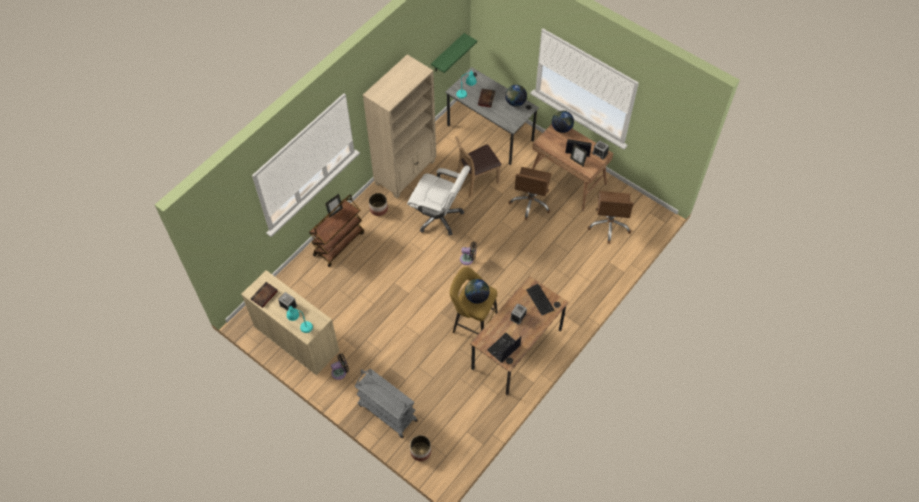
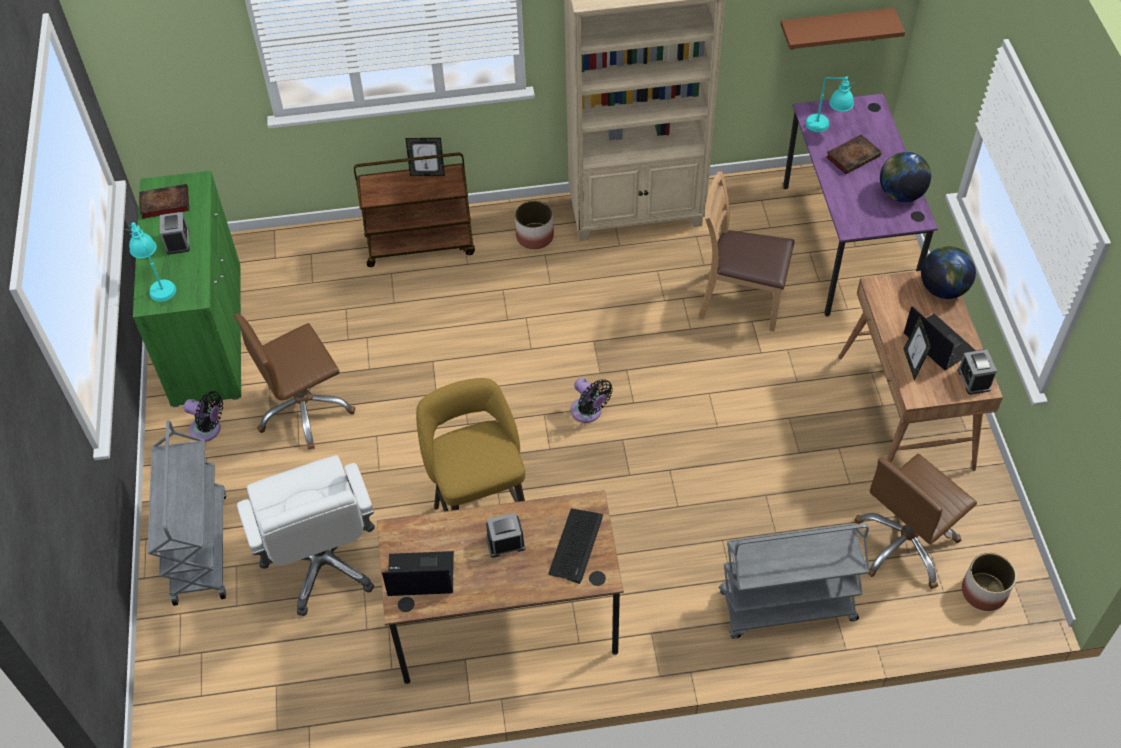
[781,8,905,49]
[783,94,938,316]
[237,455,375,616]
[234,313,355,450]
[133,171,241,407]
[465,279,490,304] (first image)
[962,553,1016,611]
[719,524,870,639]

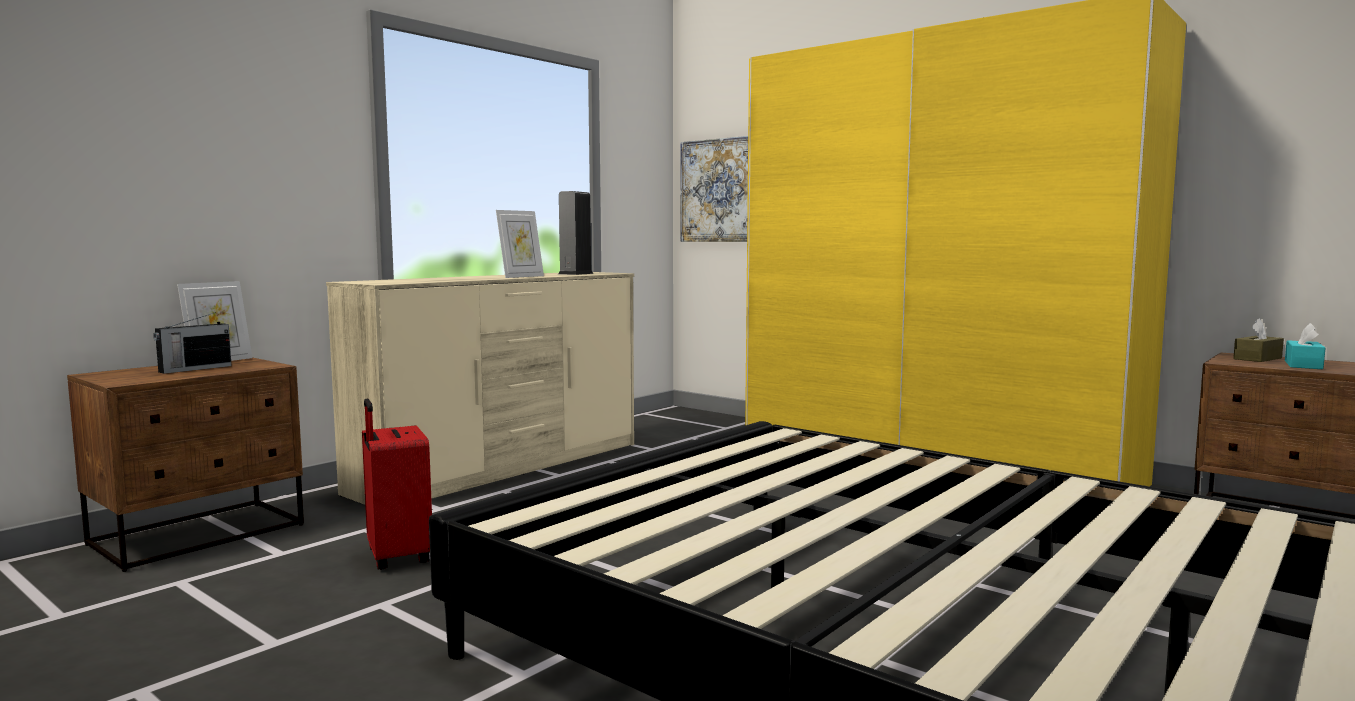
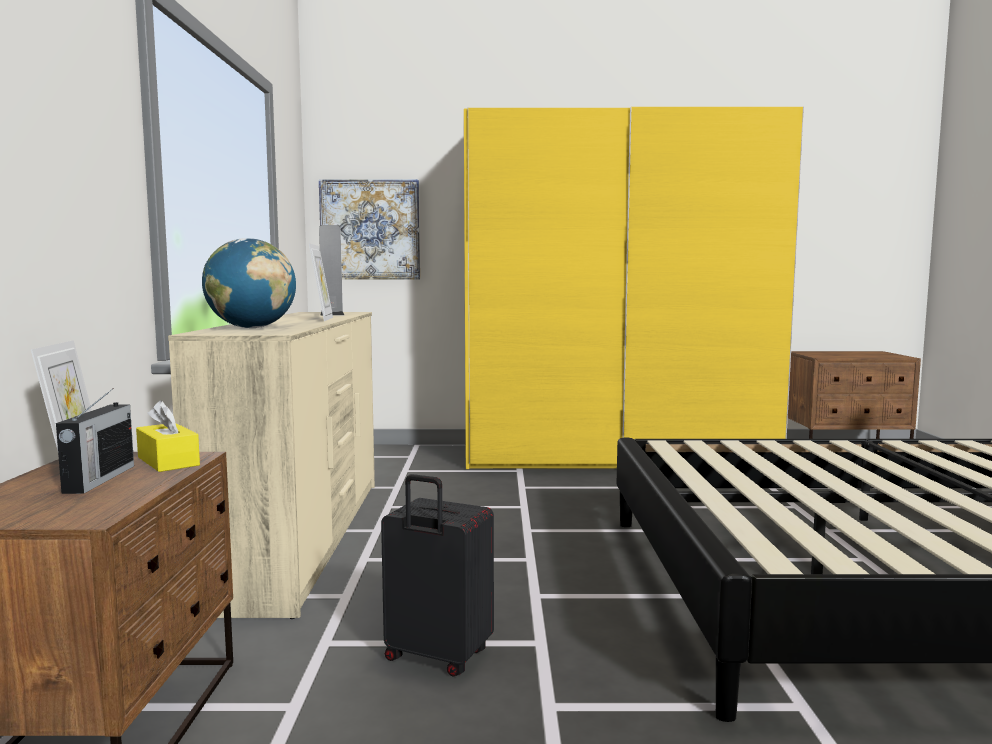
[1233,319,1284,362] (first image)
[1285,323,1326,369] (first image)
[381,474,494,677]
[202,238,296,328]
[136,400,200,472]

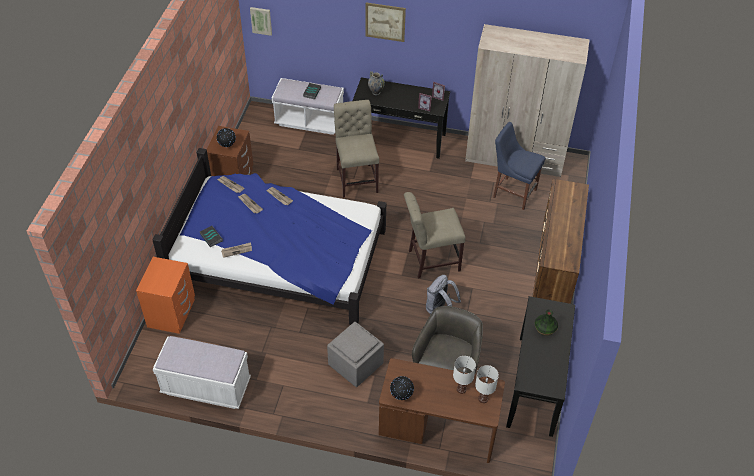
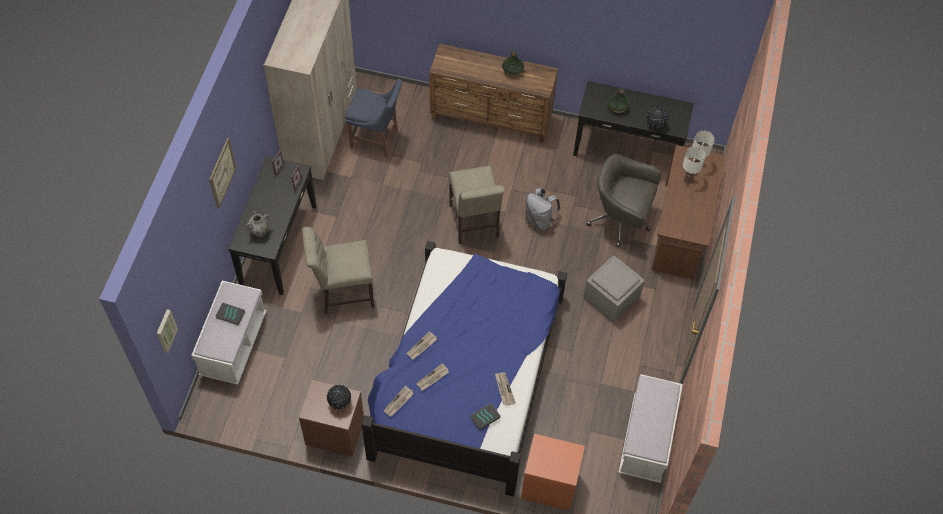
[345,79,402,157]
[647,107,668,129]
[502,51,524,77]

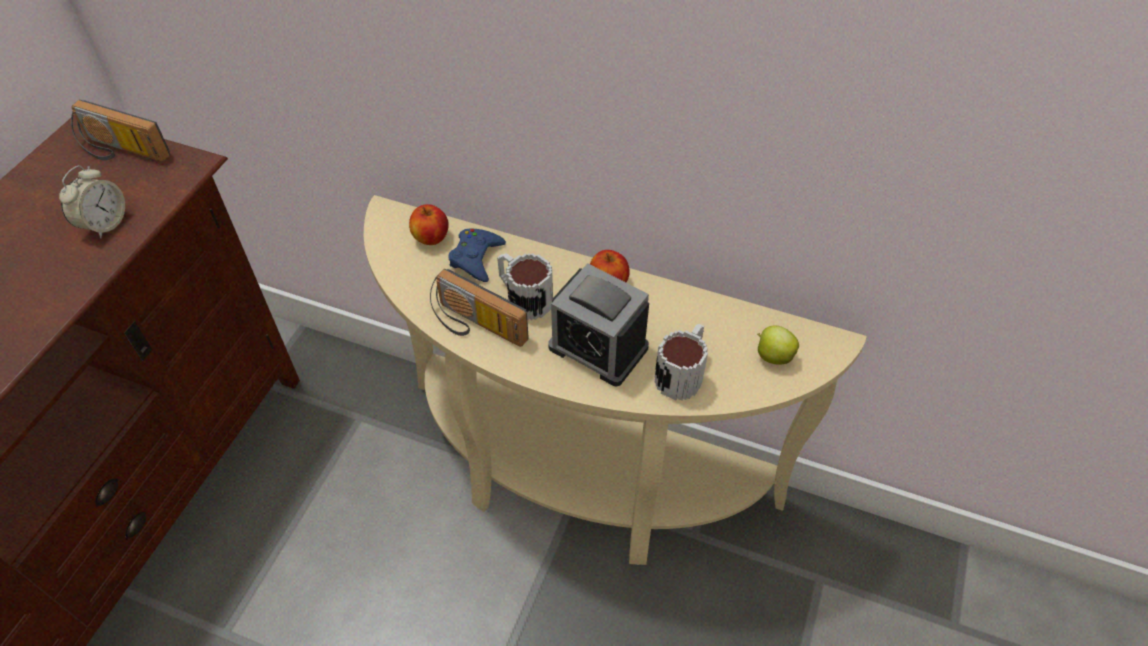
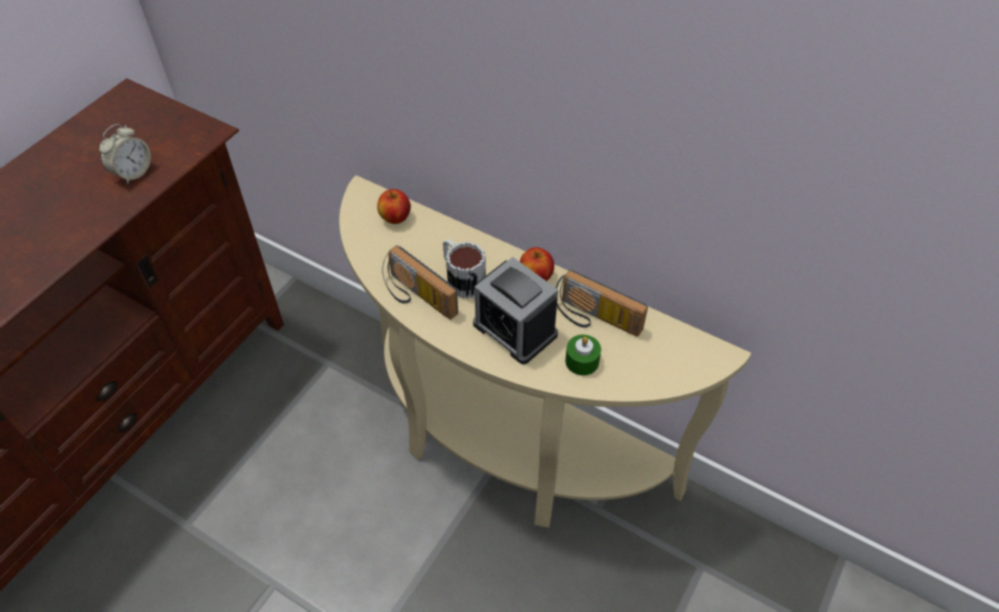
[556,270,648,336]
[448,229,506,282] (first image)
[565,335,601,375]
[757,326,799,365] (first image)

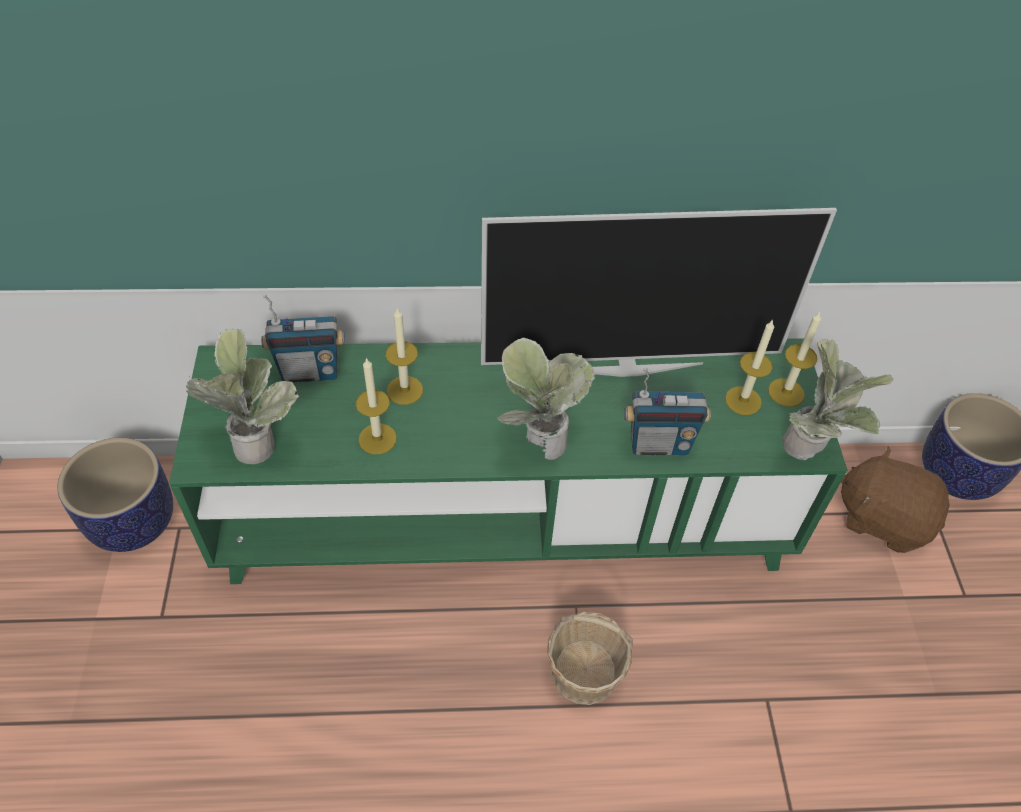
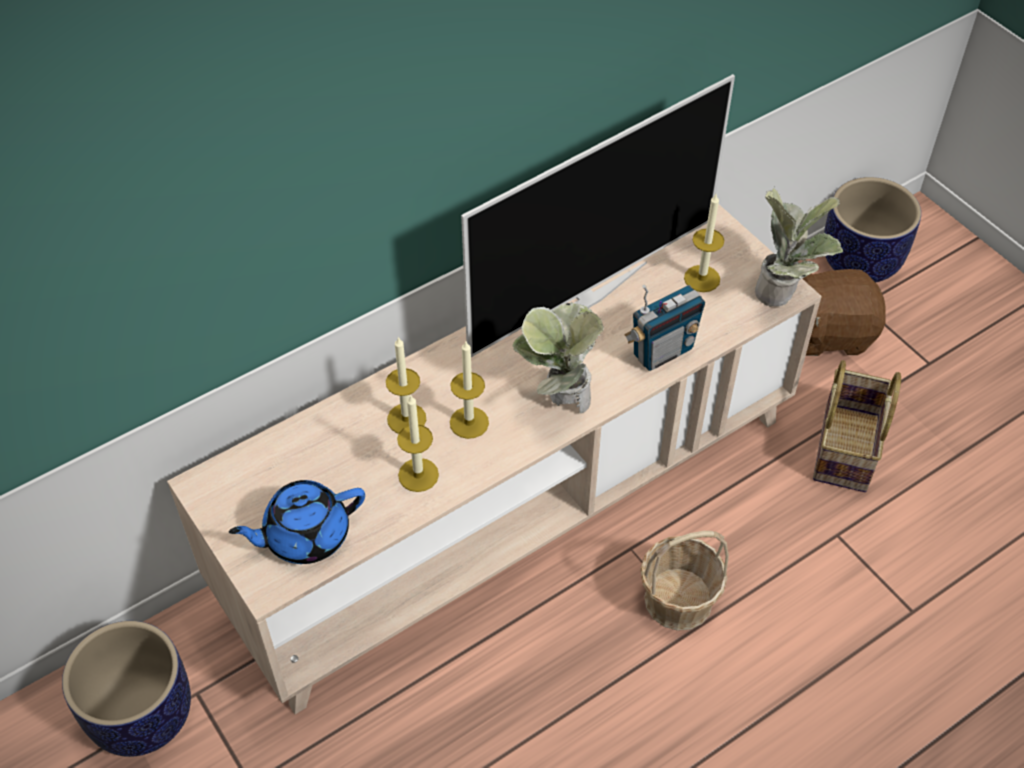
[261,294,345,383] (first image)
[450,341,489,439]
[229,480,365,564]
[167,204,822,714]
[813,360,901,492]

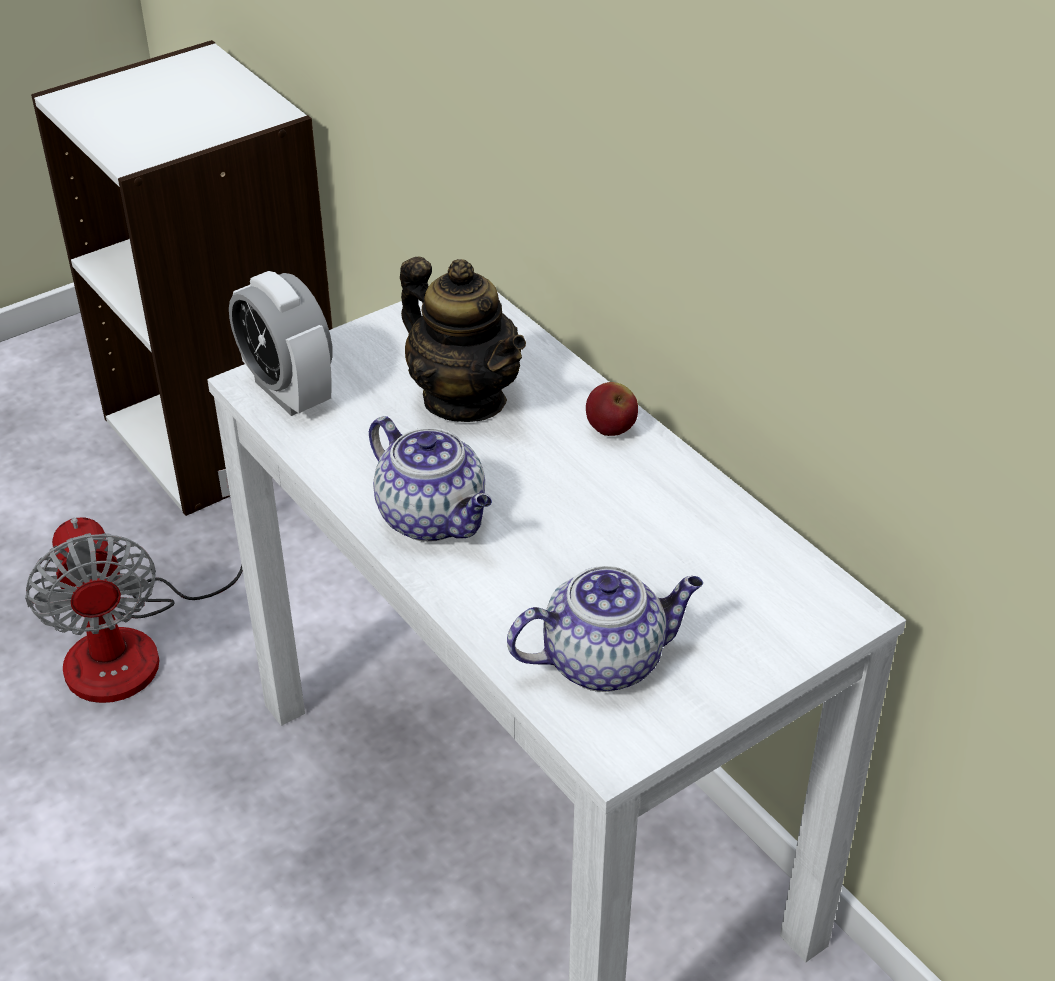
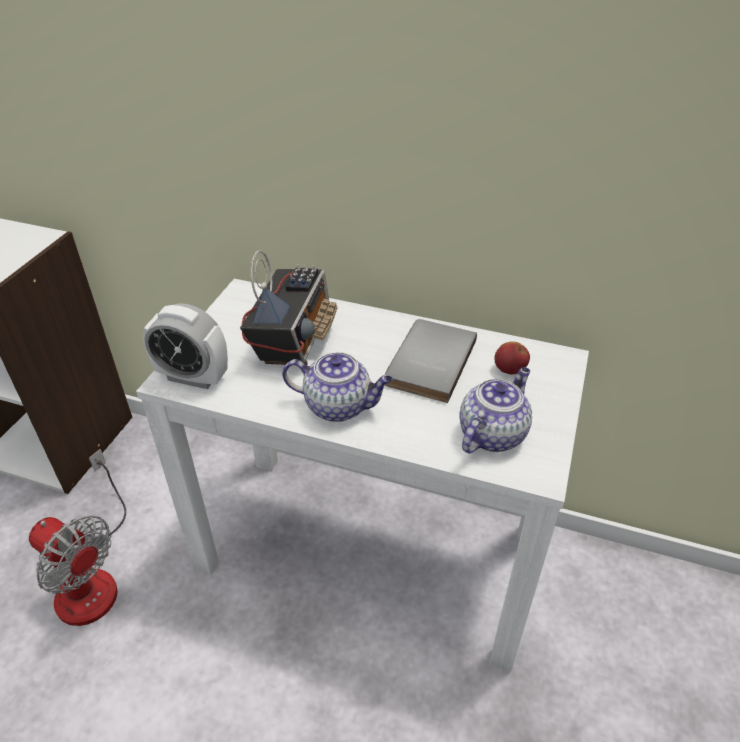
[240,250,337,365]
[495,341,530,374]
[385,319,477,403]

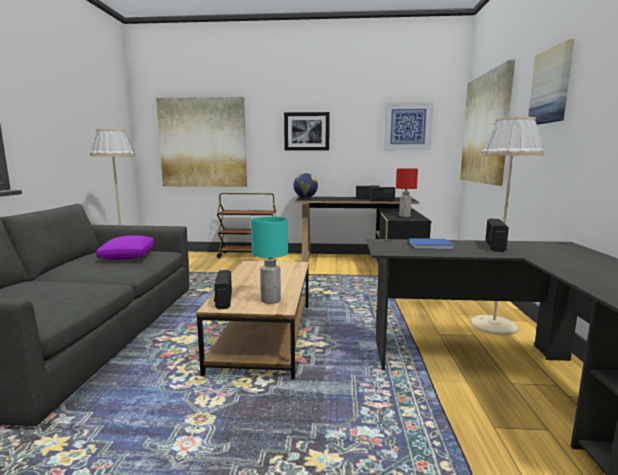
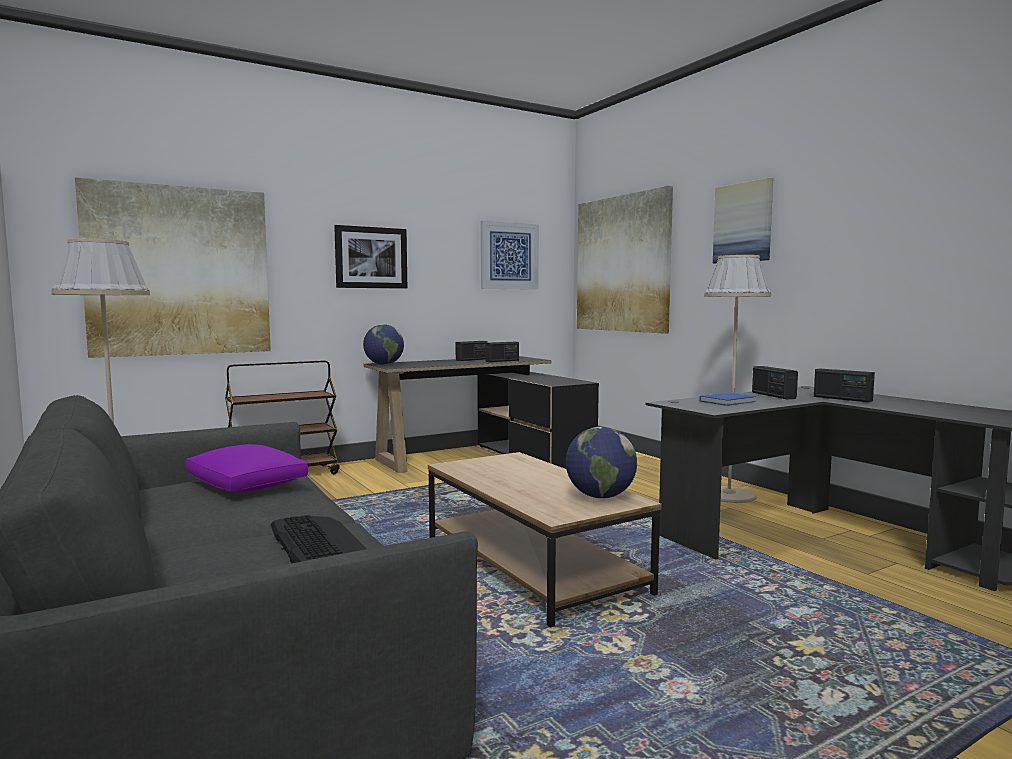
[396,168,418,217] (first image)
[566,427,637,498]
[814,368,875,402]
[271,515,366,563]

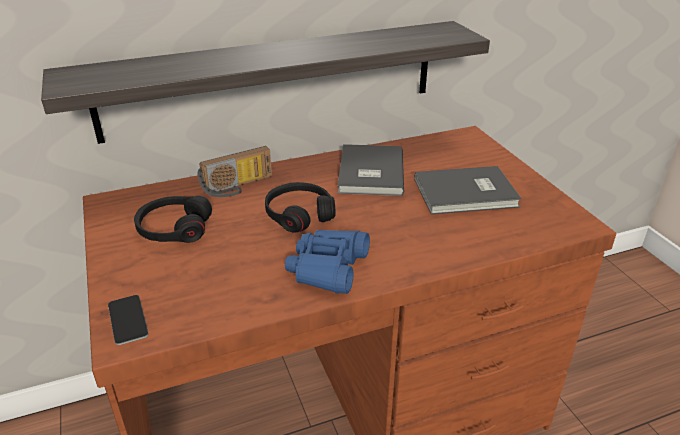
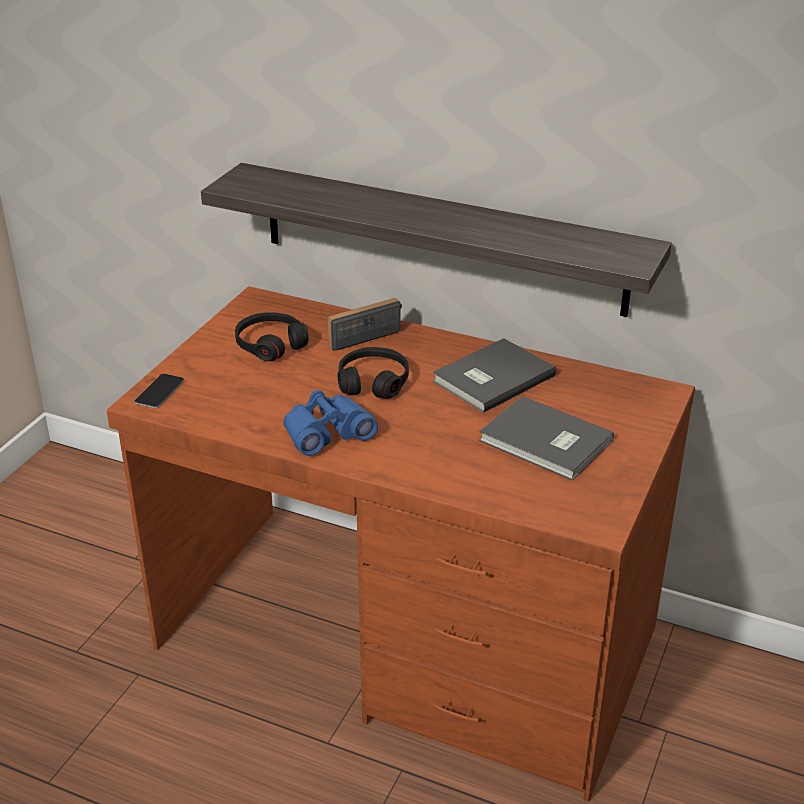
[328,298,402,351]

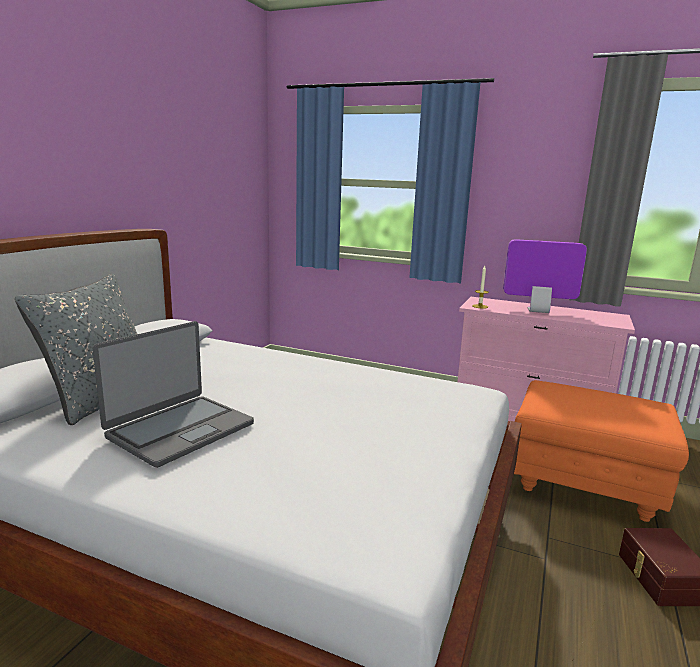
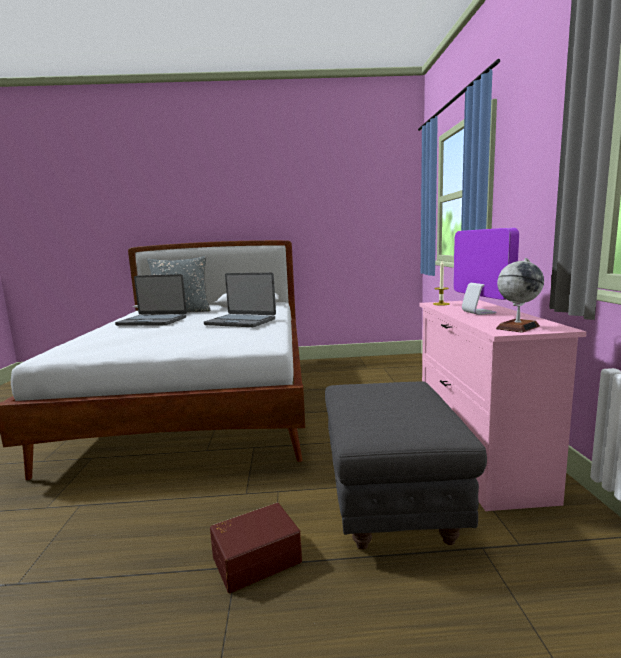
[325,381,487,550]
[496,258,544,333]
[204,273,276,327]

